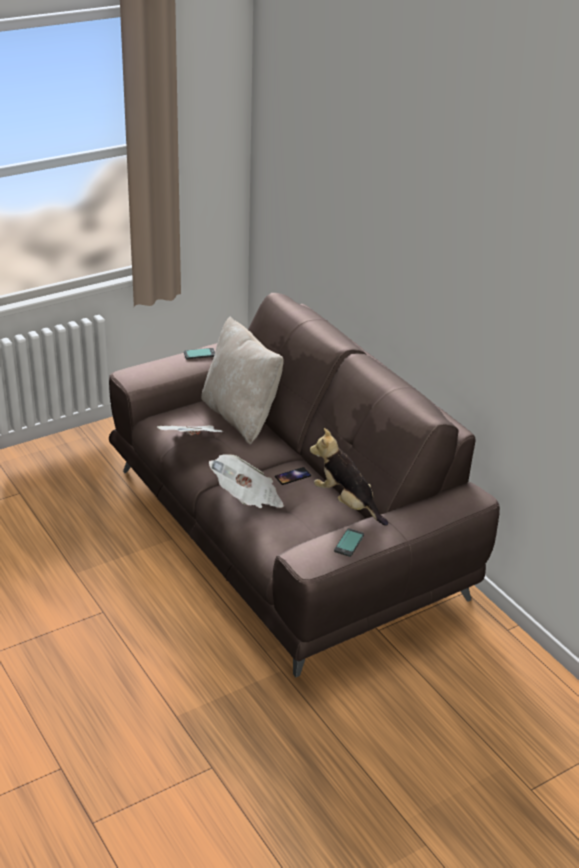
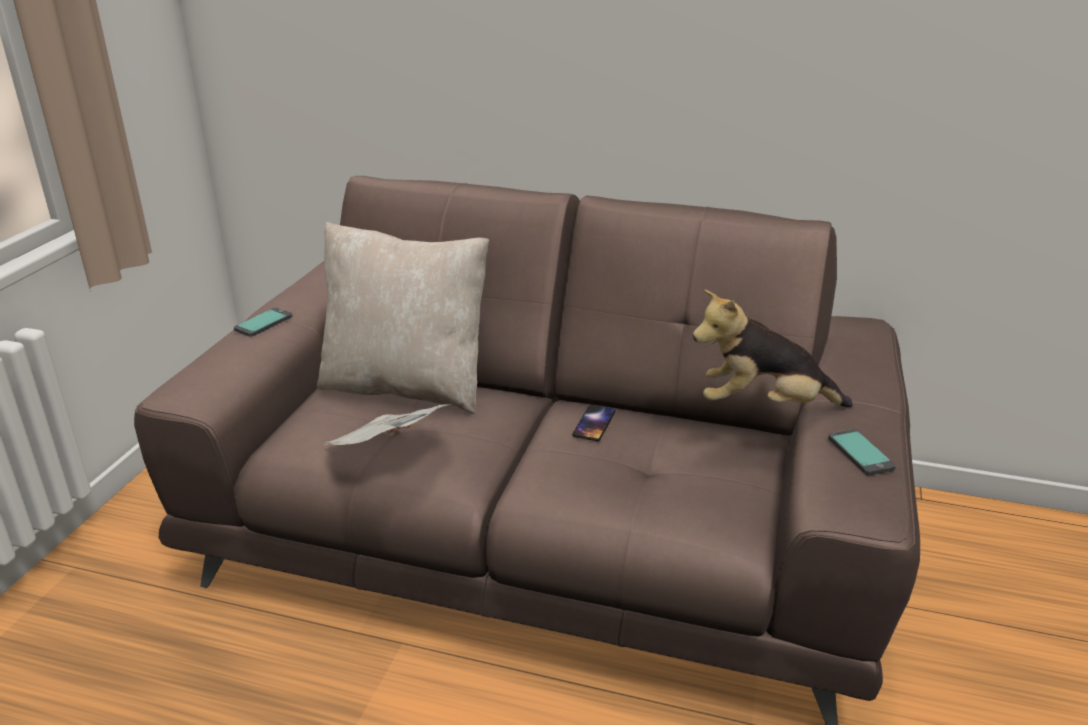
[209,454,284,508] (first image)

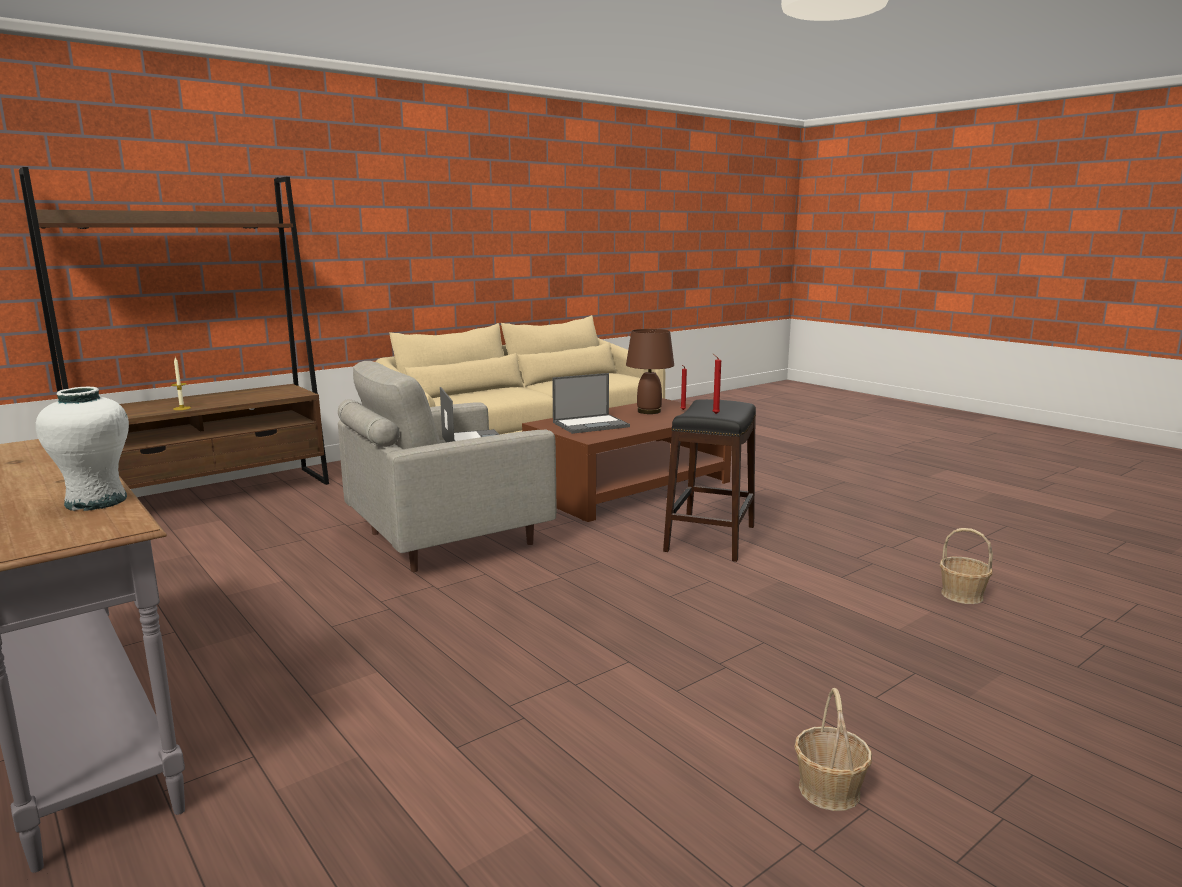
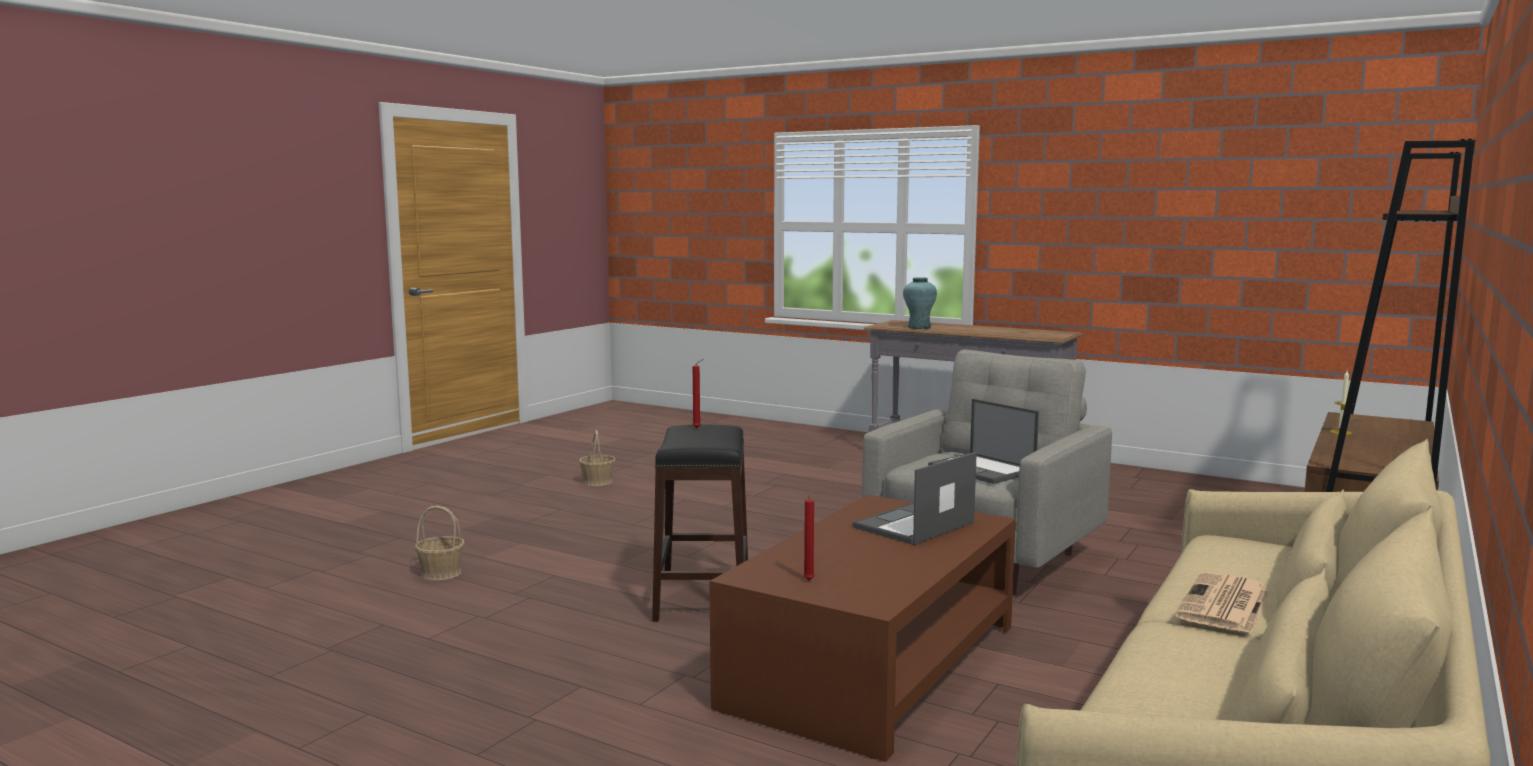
[626,329,674,414] (first image)
[903,277,937,329]
[1175,572,1269,634]

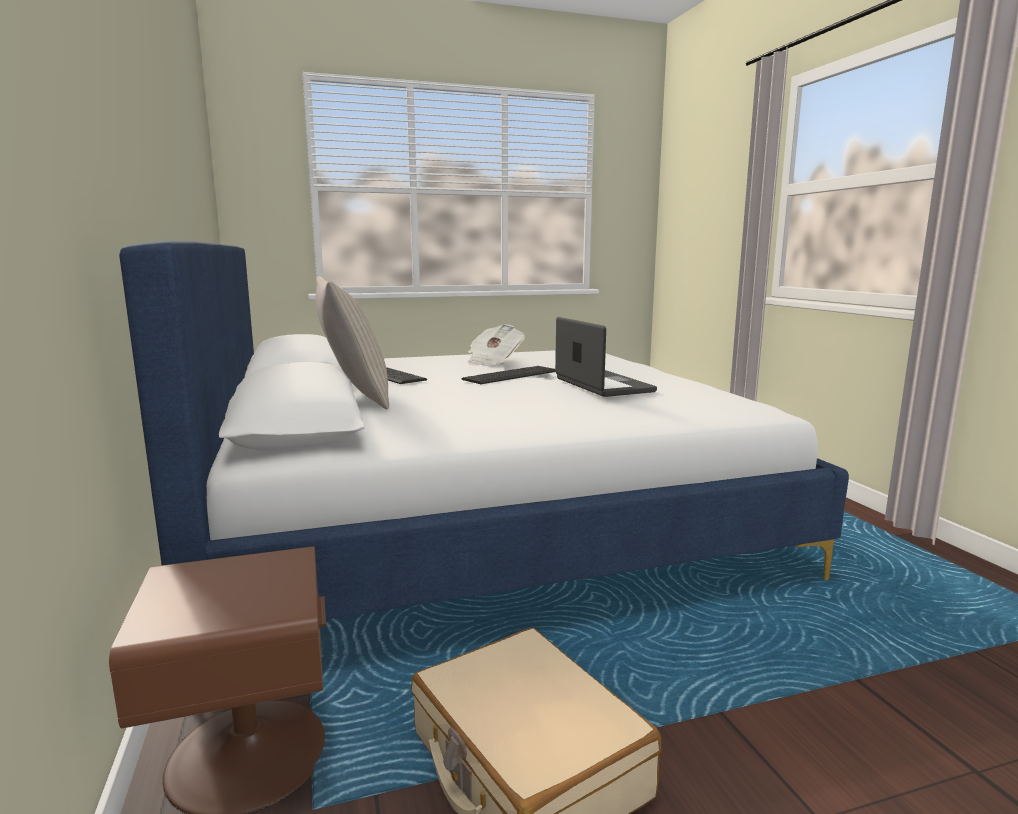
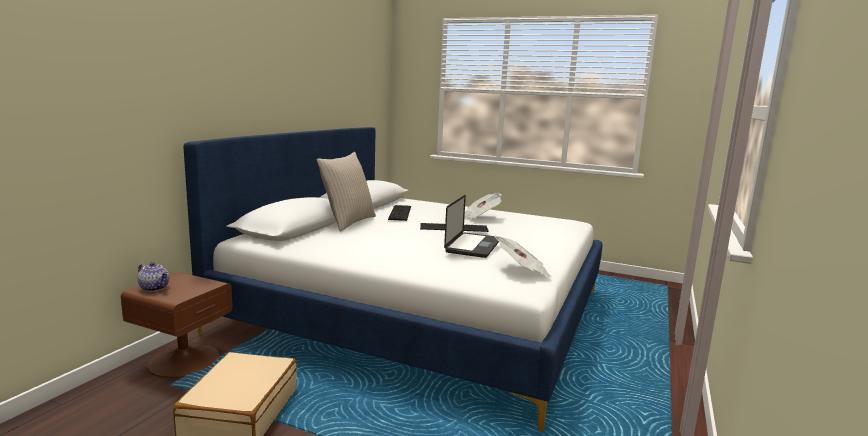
[494,236,551,277]
[138,262,169,292]

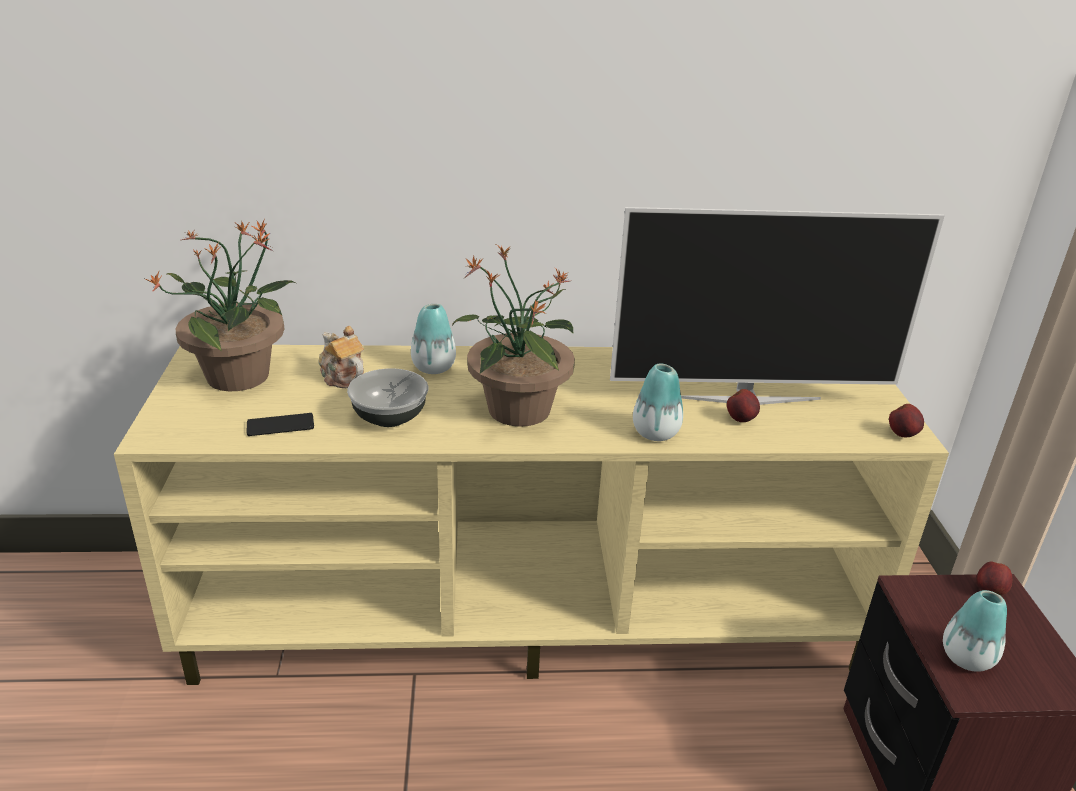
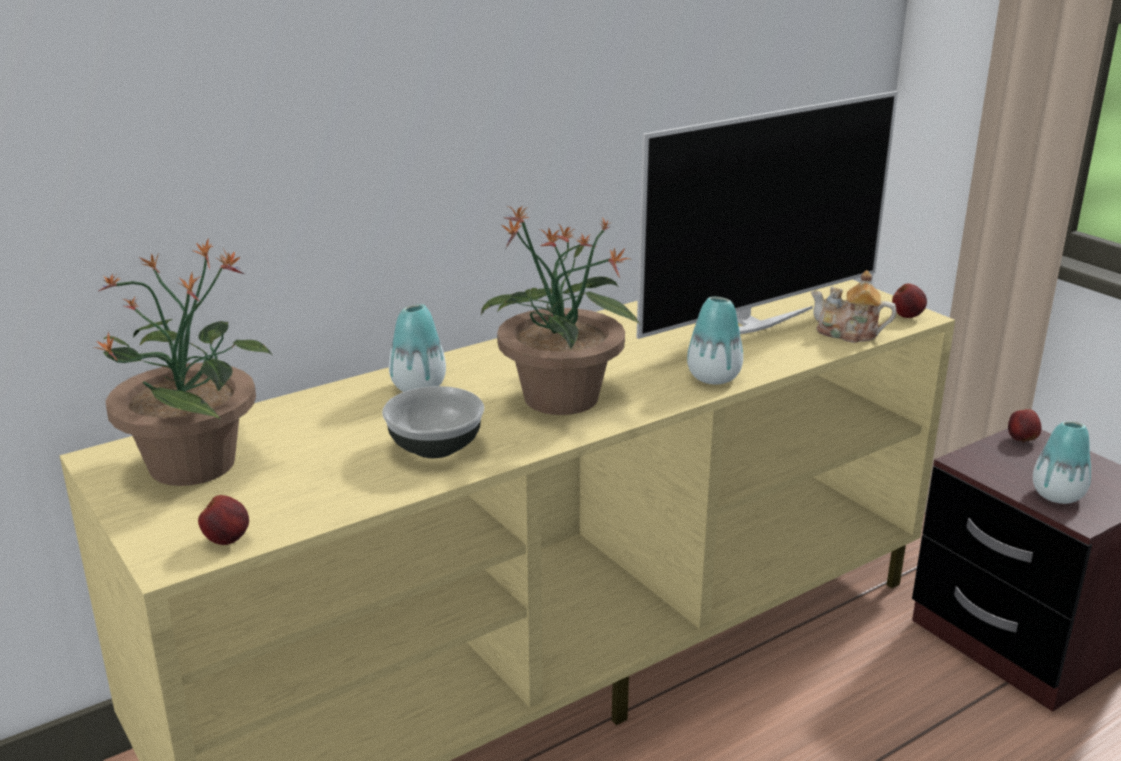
[811,270,896,343]
[198,495,249,545]
[247,413,314,436] (first image)

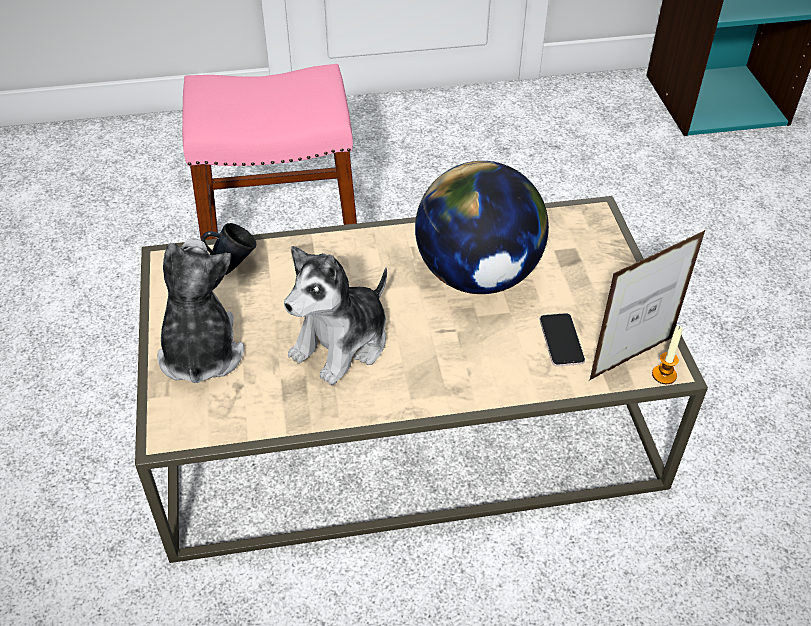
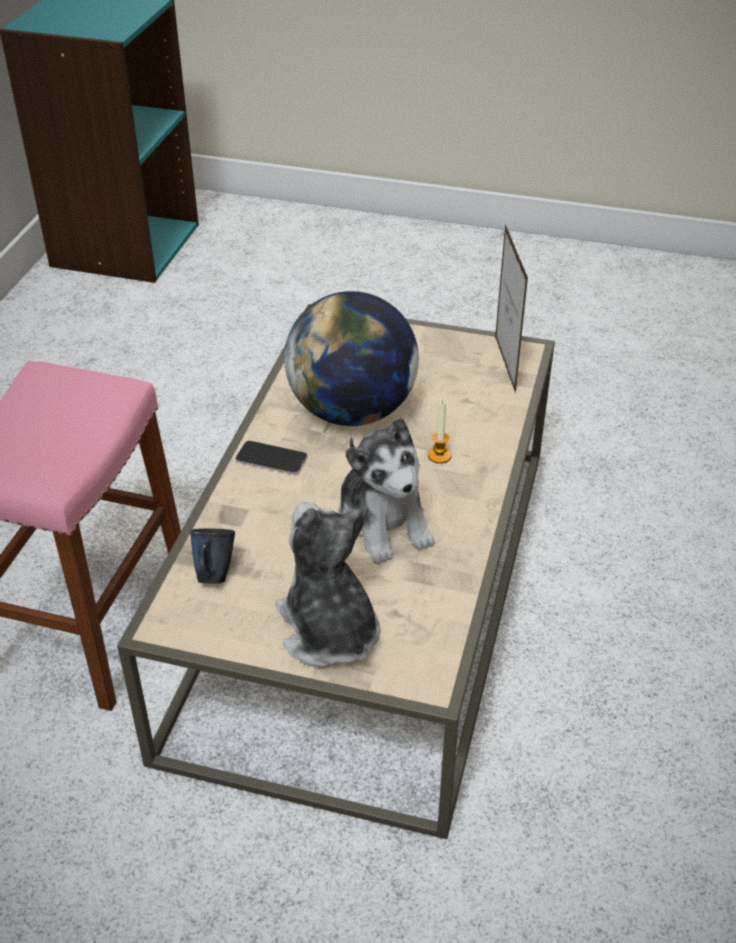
[275,502,381,668]
[235,441,308,475]
[428,401,451,464]

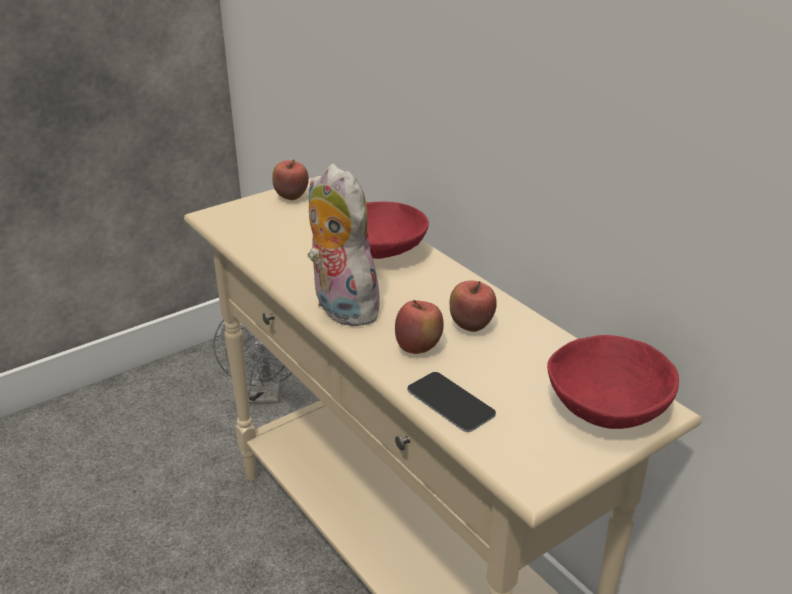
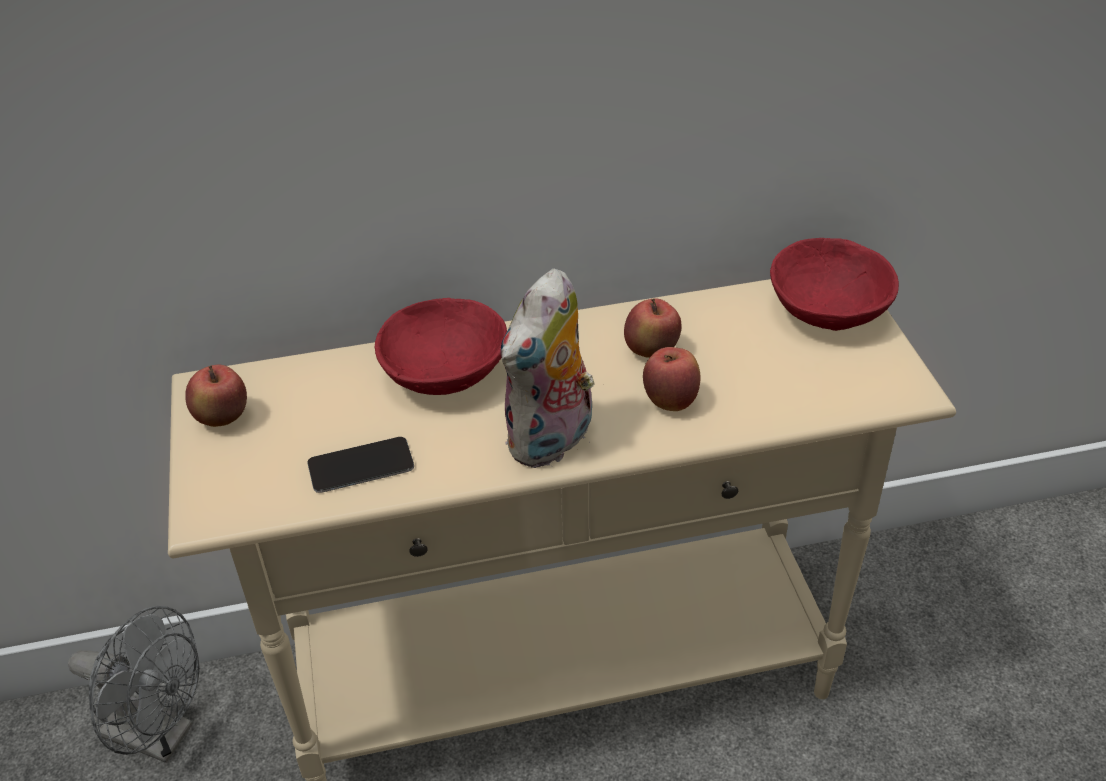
[501,269,594,468]
[307,437,414,493]

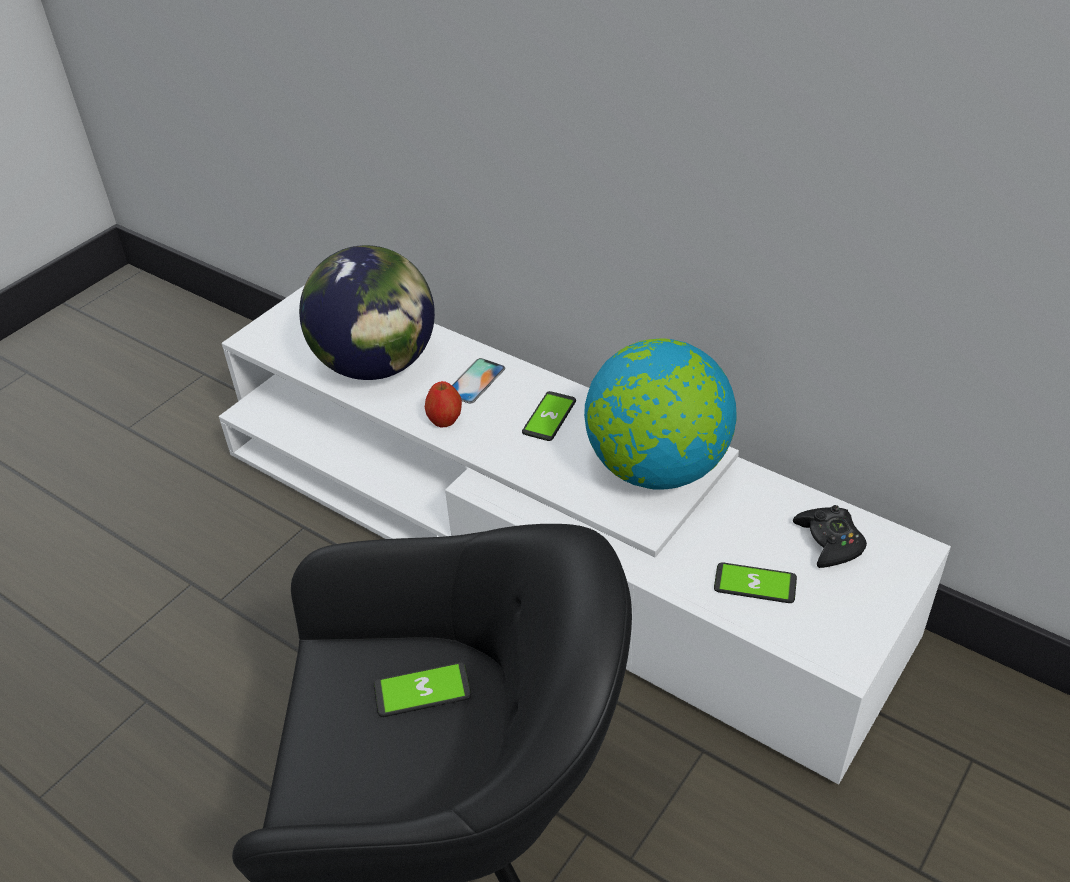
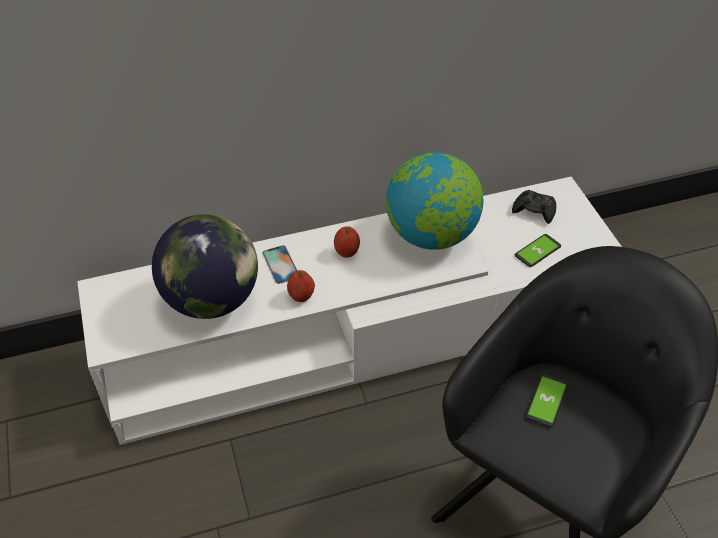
[334,226,360,258]

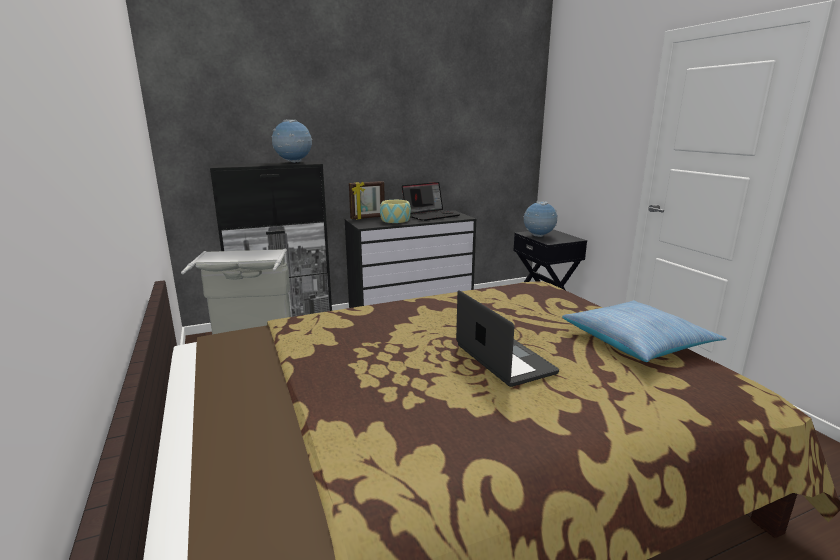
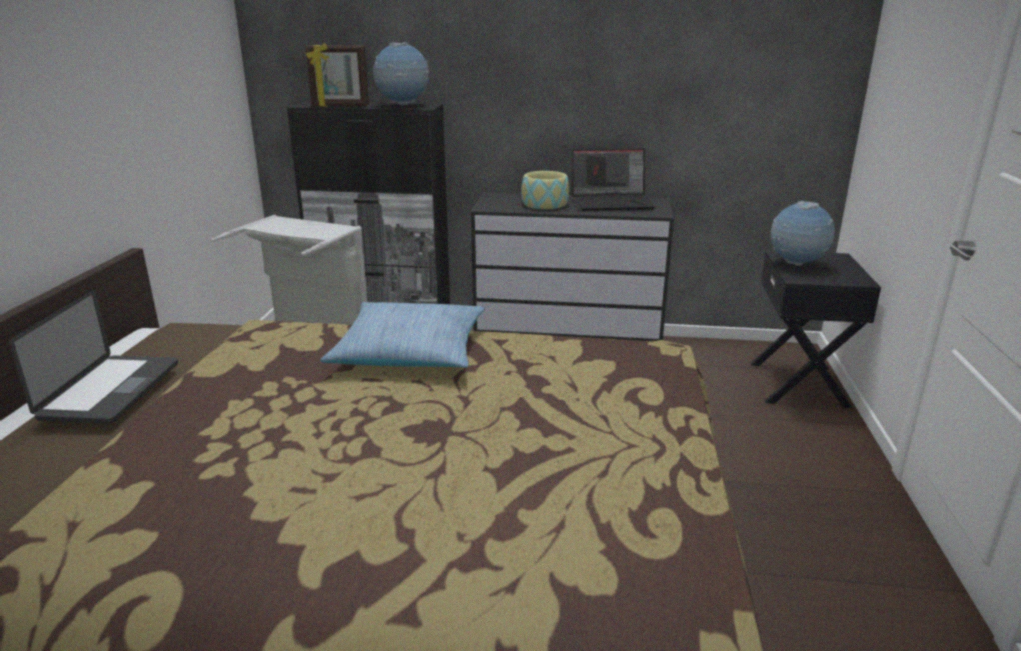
[305,43,369,107]
[9,290,178,424]
[321,302,485,368]

